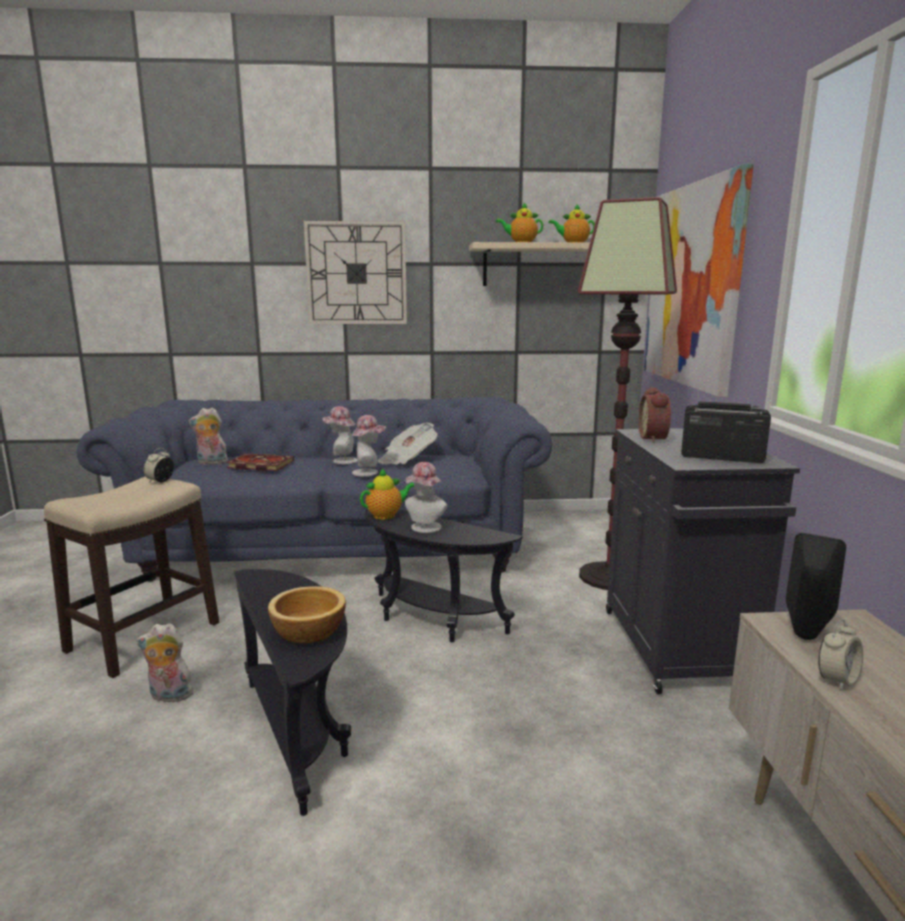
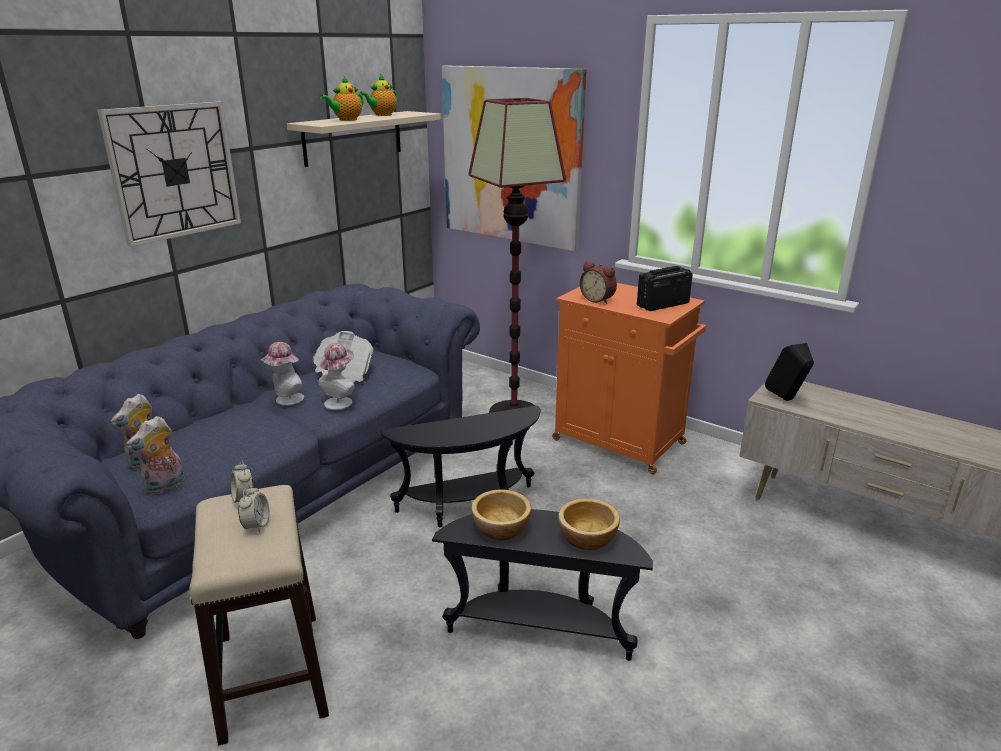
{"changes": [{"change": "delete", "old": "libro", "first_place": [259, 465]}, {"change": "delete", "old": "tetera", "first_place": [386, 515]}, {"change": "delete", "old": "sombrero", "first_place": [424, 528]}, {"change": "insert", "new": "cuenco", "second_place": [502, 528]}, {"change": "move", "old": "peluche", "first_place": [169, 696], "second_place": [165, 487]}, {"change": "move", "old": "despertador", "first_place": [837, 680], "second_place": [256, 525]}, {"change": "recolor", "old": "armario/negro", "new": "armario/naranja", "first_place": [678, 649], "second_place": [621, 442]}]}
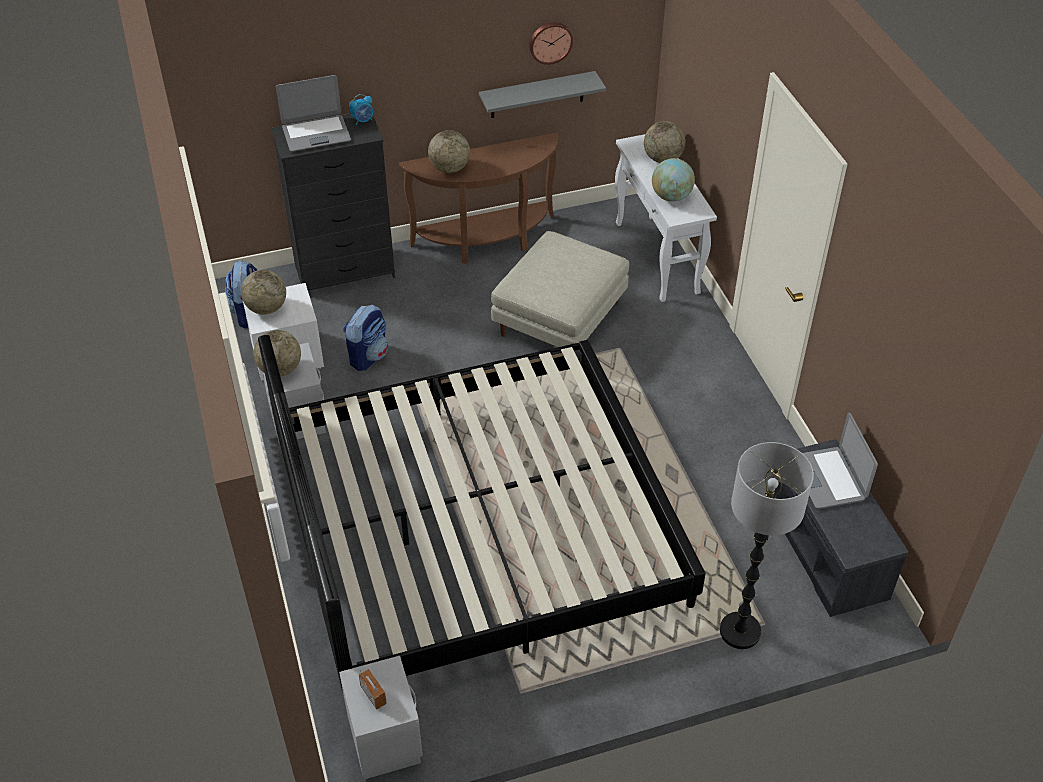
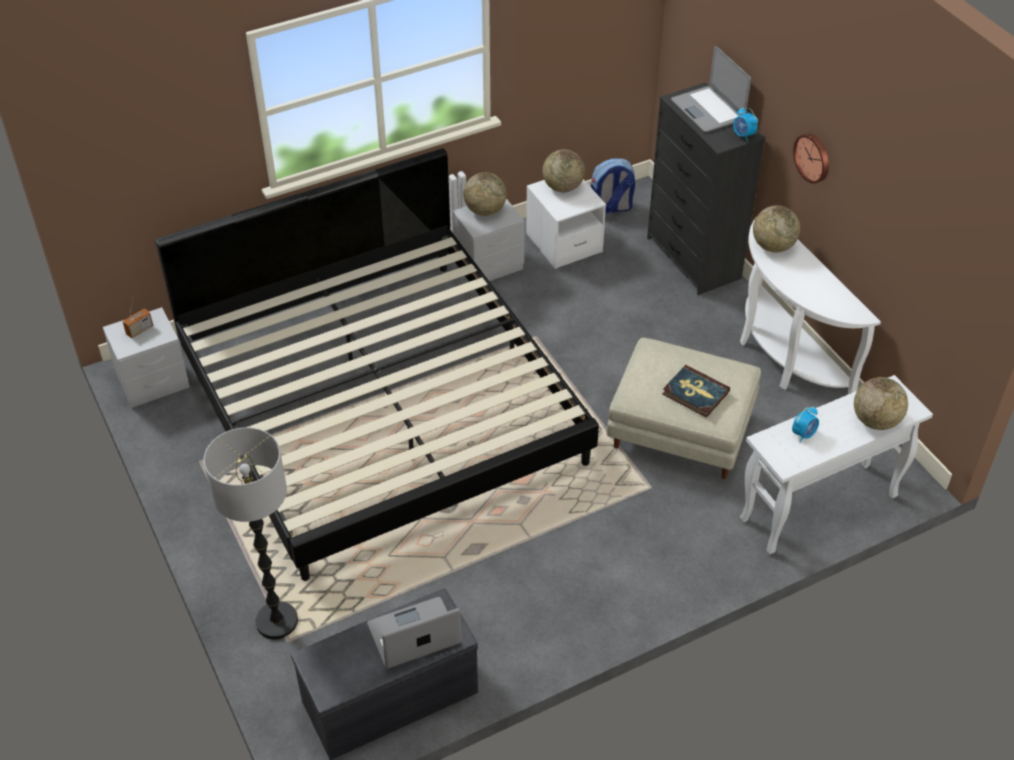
{"changes": [{"change": "delete", "old": "mochila", "first_place": [368, 356]}, {"change": "delete", "old": "estante/gris", "first_place": [537, 95]}, {"change": "insert", "new": "libro", "second_place": [695, 393]}, {"change": "move", "old": "reloj de pared", "first_place": [550, 42], "second_place": [813, 157]}, {"change": "replace", "old": "globo terráqueo", "new": "despertador", "first_place": [671, 197], "second_place": [803, 434]}, {"change": "recolor", "old": "mesa consola/marrón", "new": "mesa consola/blanco", "first_place": [487, 242], "second_place": [783, 356]}]}
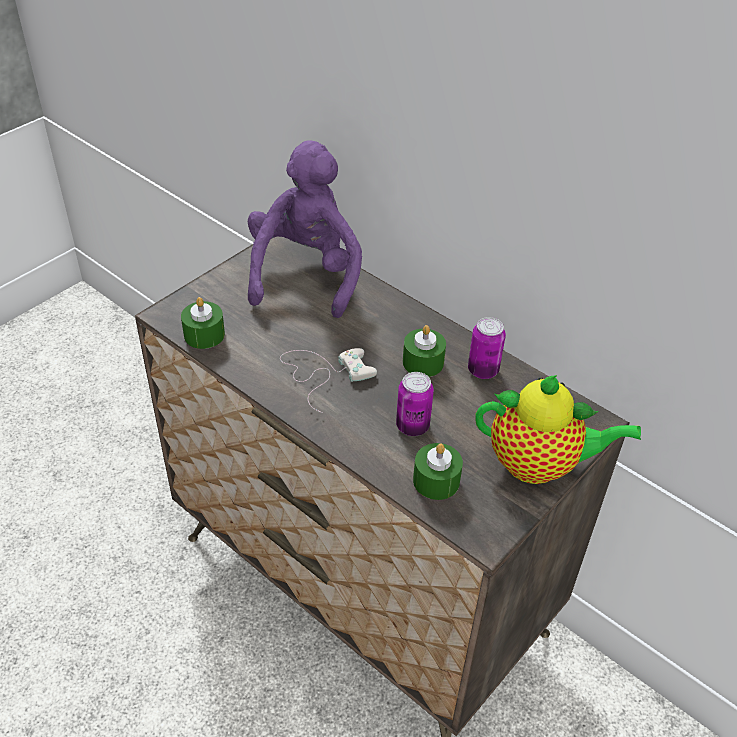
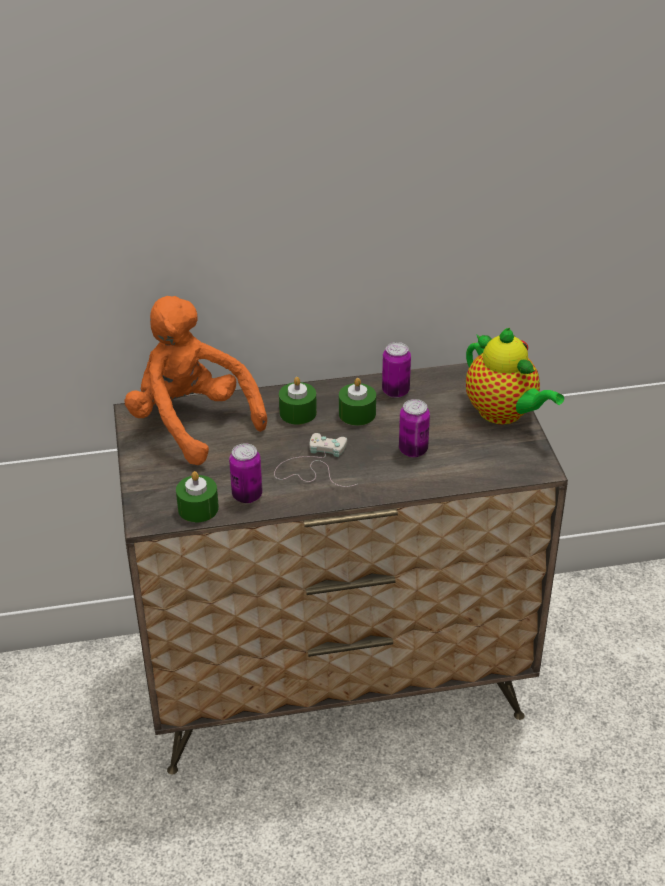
{"changes": [{"change": "insert", "new": "lata", "second_place": [247, 495]}, {"change": "move", "old": "vela/verde", "first_place": [436, 481], "second_place": [298, 412]}, {"change": "recolor", "old": "peluche/morado", "new": "peluche/naranja", "first_place": [305, 274], "second_place": [191, 422]}, {"change": "rotate", "old": "tetera", "first_place": [539, 465], "second_place": [504, 414], "degrees": 90}]}
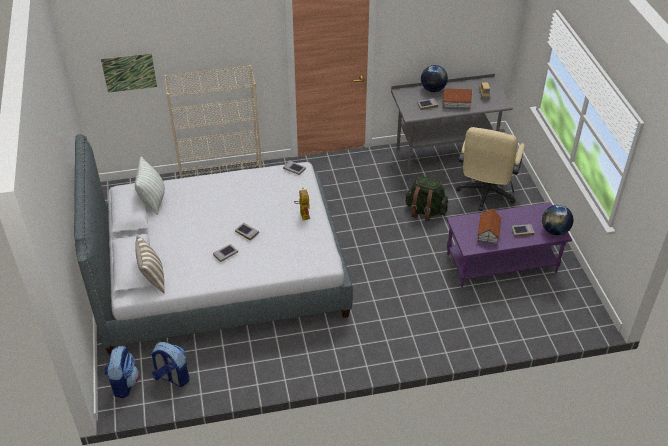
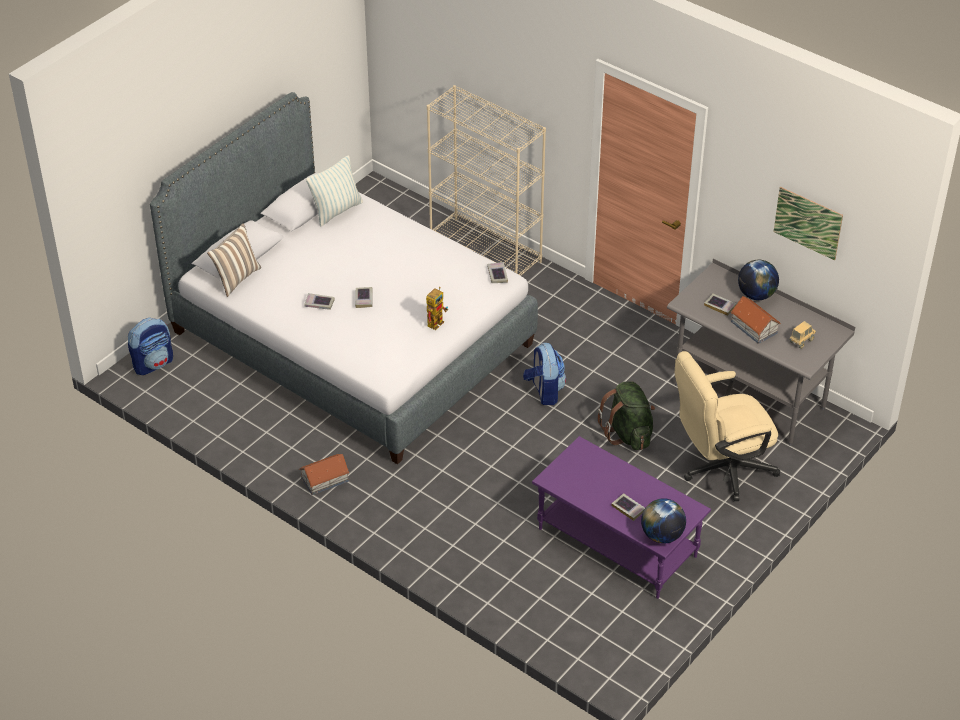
{"changes": [{"change": "move", "old": "cuadro", "first_place": [129, 72], "second_place": [808, 223]}, {"change": "move", "old": "mochila", "first_place": [172, 377], "second_place": [544, 391]}, {"change": "move", "old": "casita", "first_place": [488, 232], "second_place": [325, 479]}]}
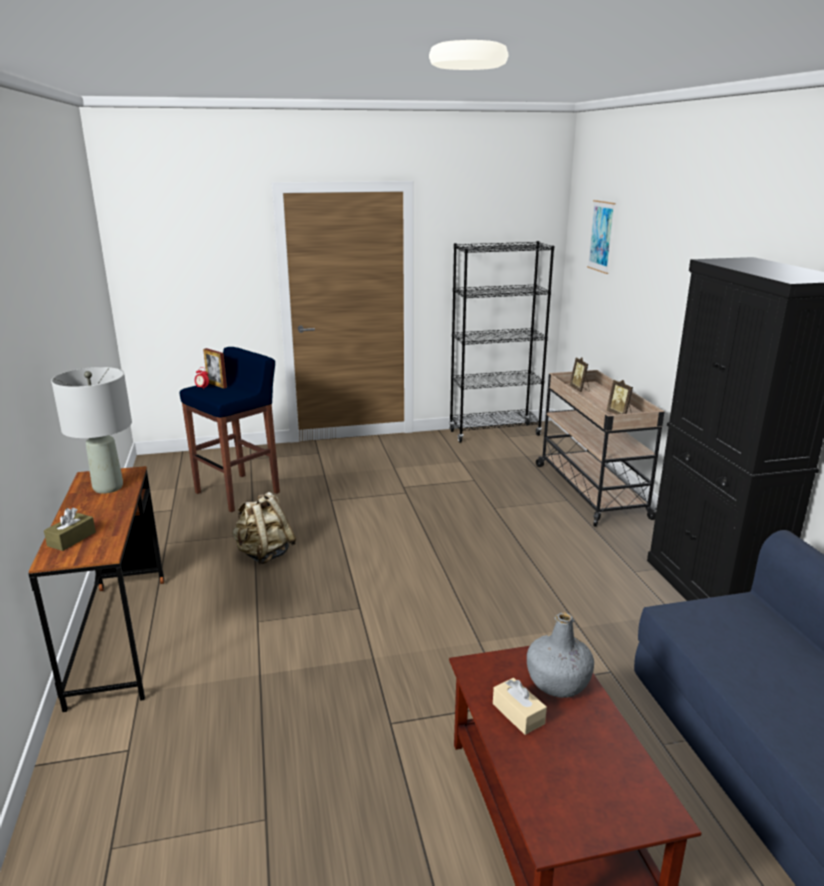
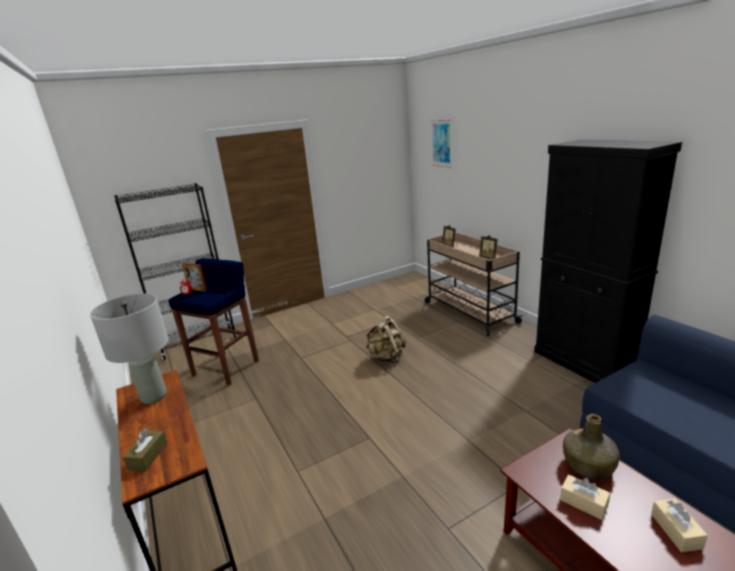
{"changes": [{"change": "insert", "new": "caja de pañuelos/beis", "second_place": [676, 531]}, {"change": "move", "old": "mochila/beis", "first_place": [264, 554], "second_place": [386, 358]}, {"change": "move", "old": "estantería/negro", "first_place": [494, 433], "second_place": [199, 343]}, {"change": "recolor", "old": "botella/gris", "new": "botella/verde", "first_place": [558, 681], "second_place": [588, 465]}]}
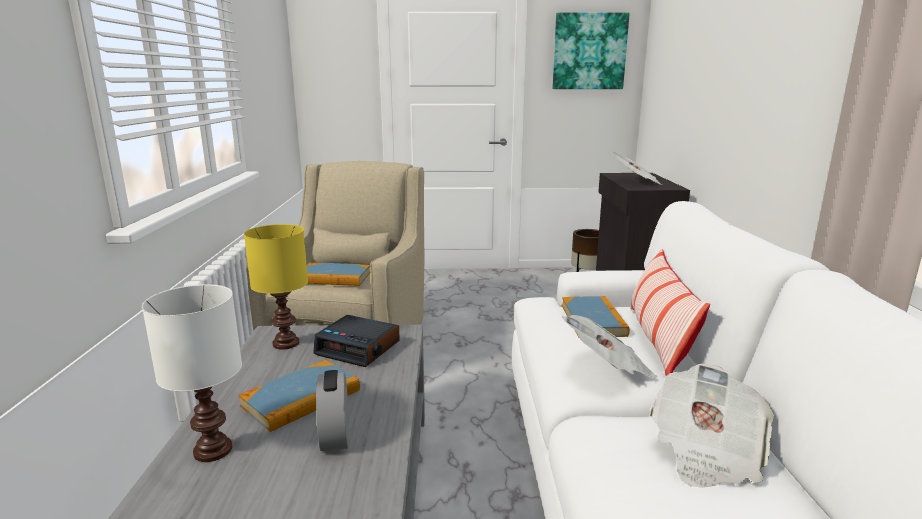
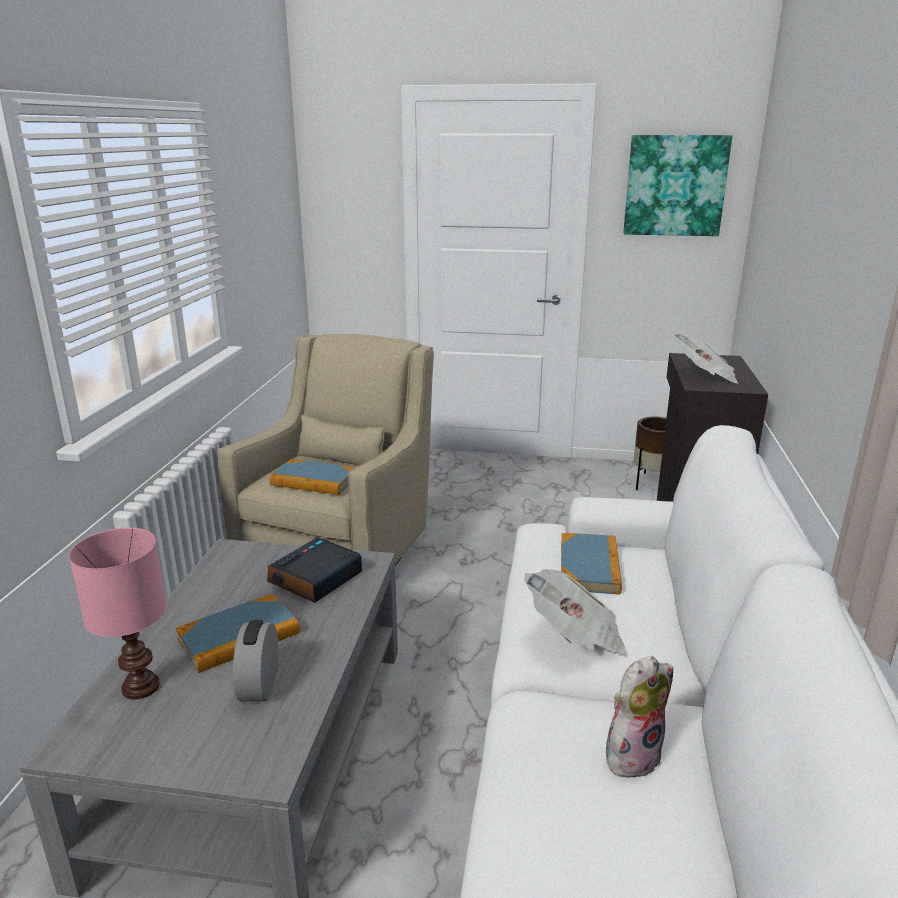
{"changes": [{"change": "delete", "old": "lámpara de mesa/amarillo", "first_place": [285, 344]}, {"change": "delete", "old": "cojín", "first_place": [658, 339]}, {"change": "replace", "old": "periódico", "new": "peluche", "first_place": [705, 452], "second_place": [632, 755]}, {"change": "recolor", "old": "lámpara de mesa/blanco", "new": "lámpara de mesa/rosa", "first_place": [211, 450], "second_place": [140, 686]}, {"change": "rotate", "old": "despertador", "first_place": [359, 348], "second_place": [315, 579], "degrees": 90}]}
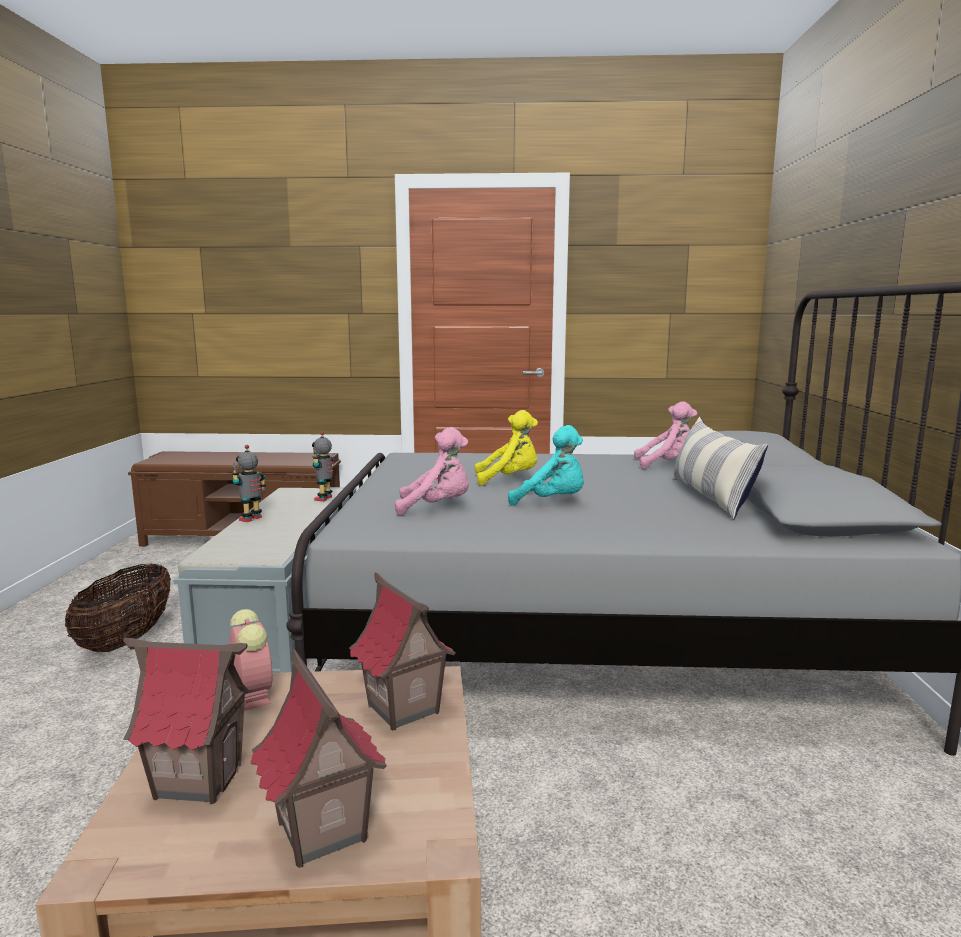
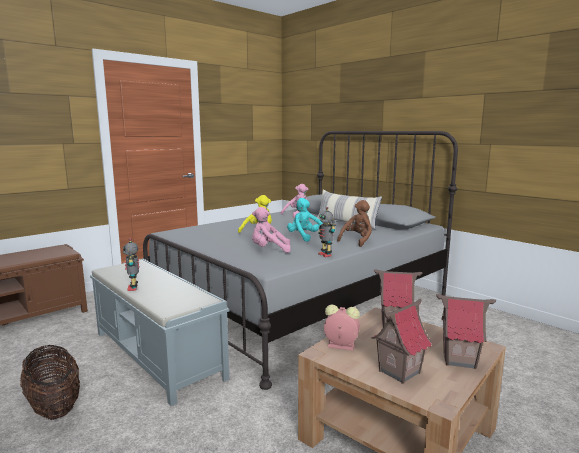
{"changes": [{"change": "insert", "new": "peluche/marrón", "second_place": [357, 241]}, {"change": "move", "old": "robot de juguete", "first_place": [324, 499], "second_place": [325, 255]}, {"change": "rotate", "old": "peluche/rosa", "first_place": [437, 507], "second_place": [269, 250], "degrees": -135}, {"change": "rotate", "old": "peluche/turquesa", "first_place": [552, 503], "second_place": [305, 237], "degrees": -105}]}
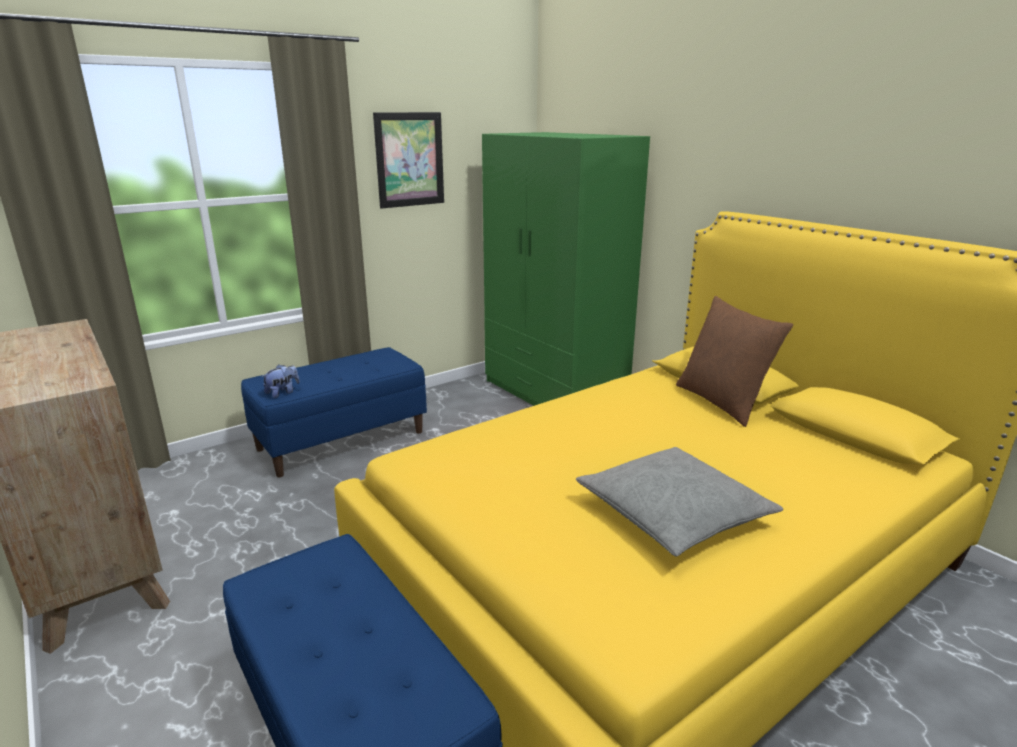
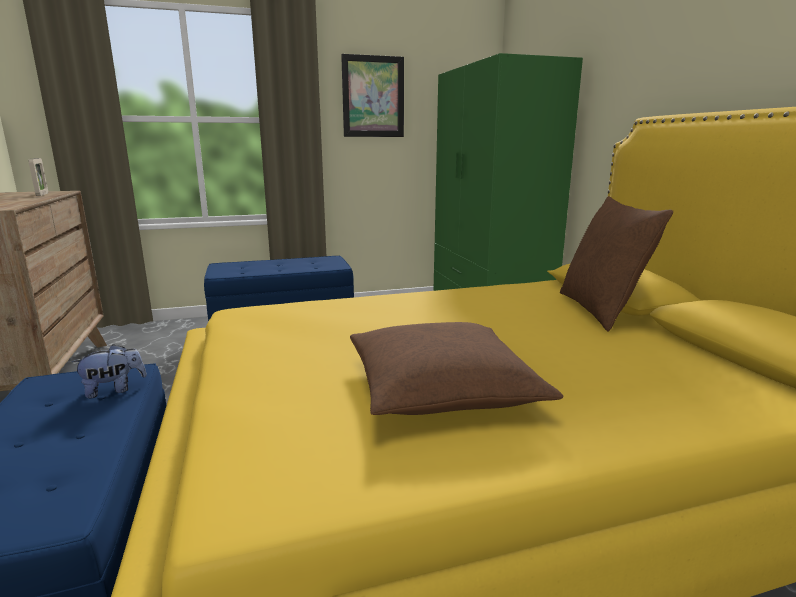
{"changes": [{"change": "insert", "new": "portarretratos", "second_place": [42, 194]}, {"change": "move", "old": "peluche", "first_place": [282, 393], "second_place": [114, 390]}, {"change": "recolor", "old": "cojín/gris", "new": "cojín/marrón", "first_place": [673, 513], "second_place": [441, 387]}]}
